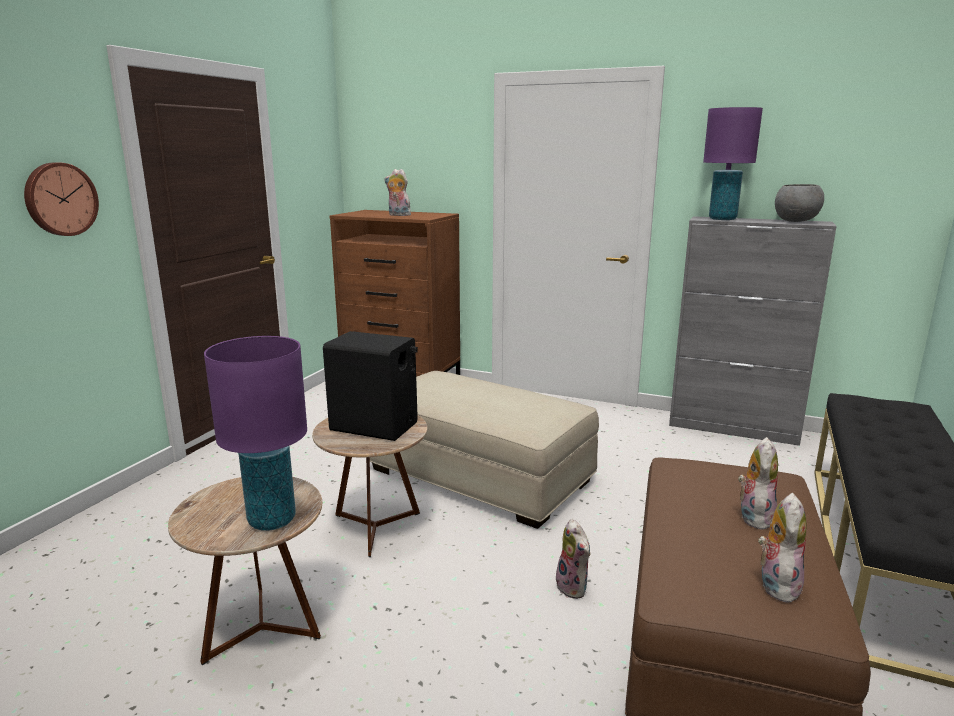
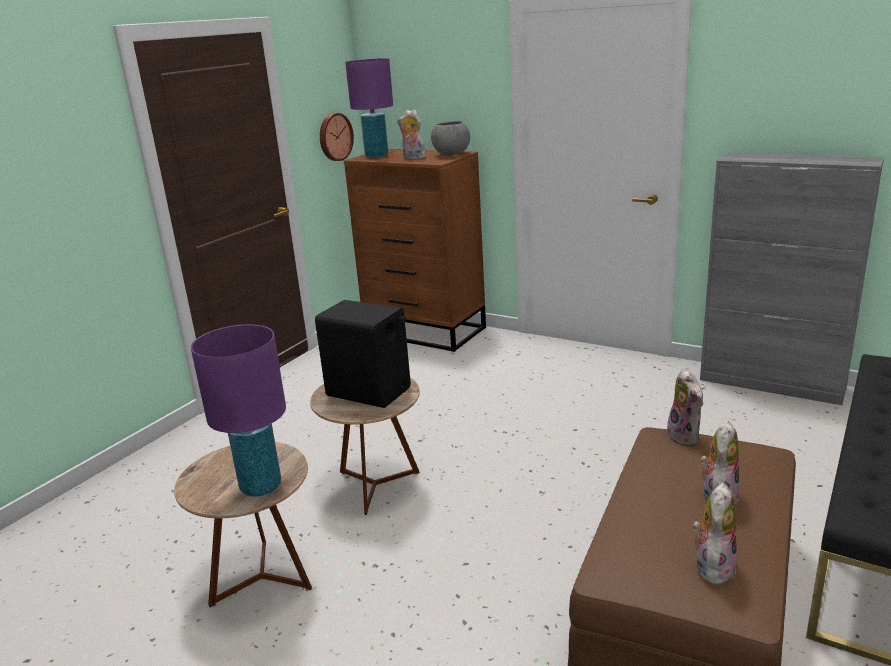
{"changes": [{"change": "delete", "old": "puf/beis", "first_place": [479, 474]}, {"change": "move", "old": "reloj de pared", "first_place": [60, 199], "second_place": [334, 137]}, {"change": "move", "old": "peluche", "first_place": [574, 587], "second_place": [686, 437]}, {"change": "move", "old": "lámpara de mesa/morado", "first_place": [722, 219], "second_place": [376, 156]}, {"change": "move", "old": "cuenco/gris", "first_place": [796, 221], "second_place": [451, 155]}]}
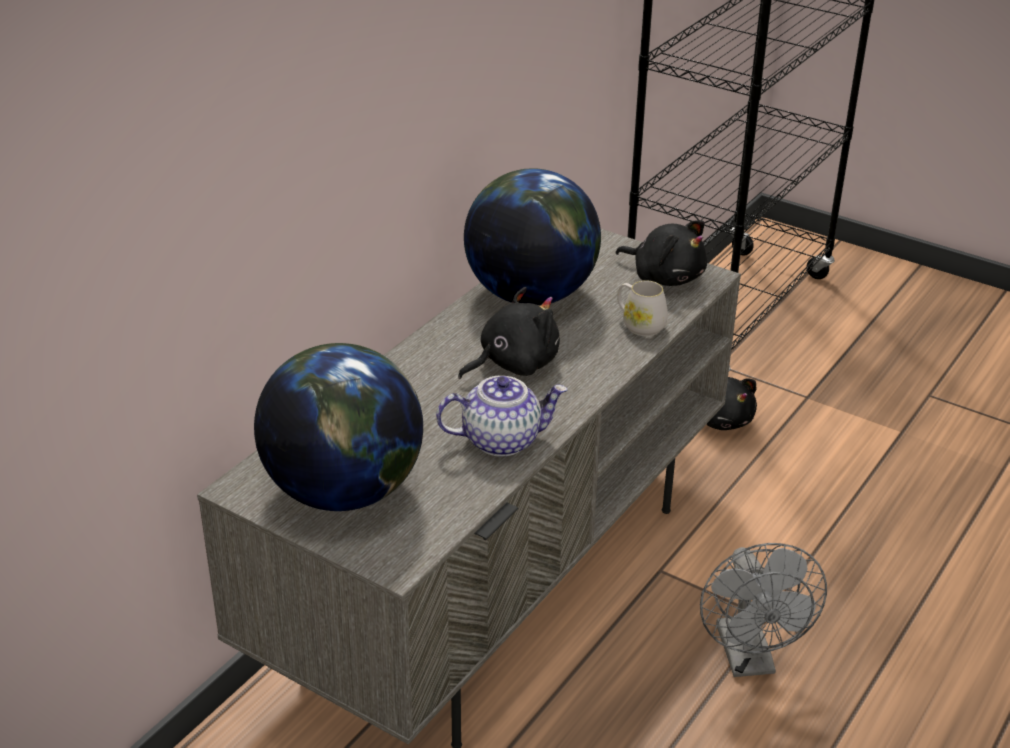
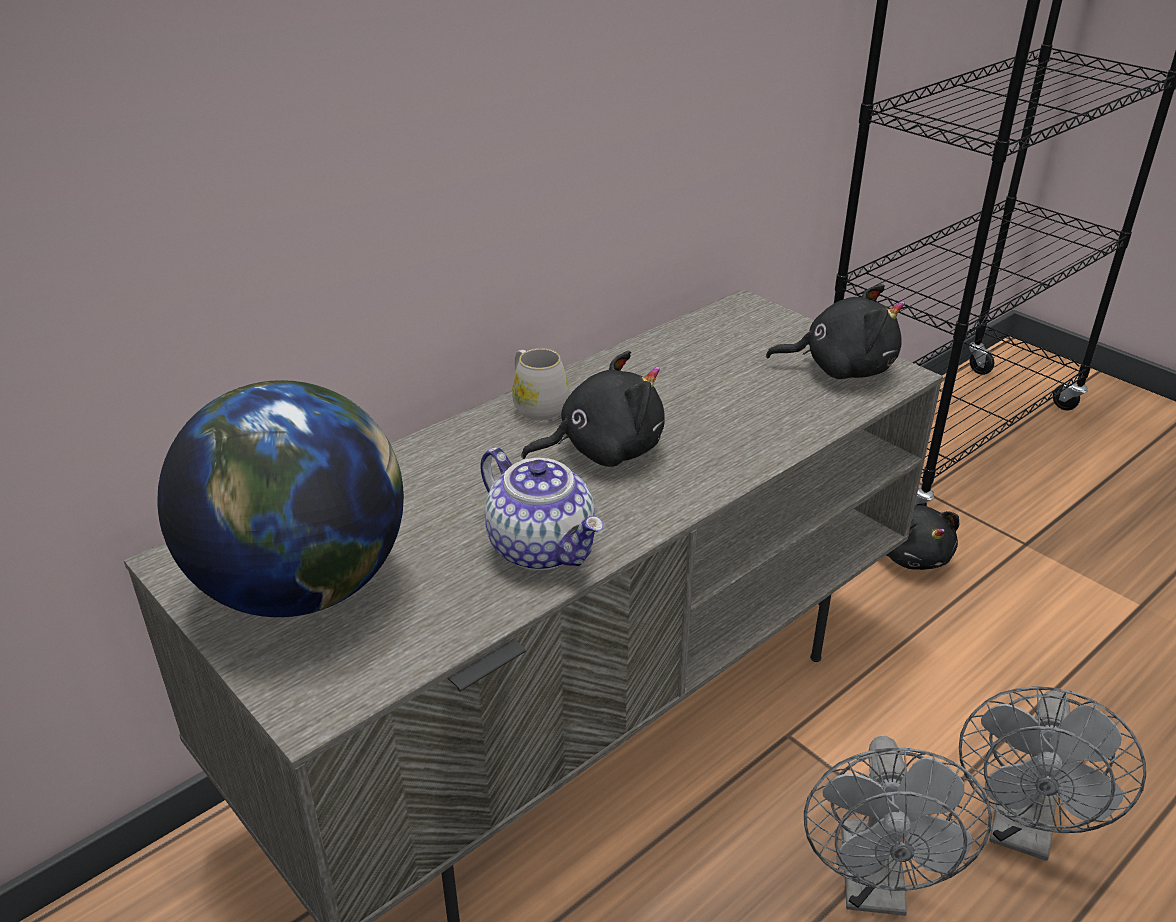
{"changes": [{"change": "delete", "old": "globo terráqueo", "first_place": [530, 295]}, {"change": "insert", "new": "ventilador/gris", "second_place": [1022, 830]}, {"change": "move", "old": "taza grande/blanco", "first_place": [639, 325], "second_place": [537, 406]}, {"change": "rotate", "old": "tetera", "first_place": [502, 439], "second_place": [543, 547], "degrees": 45}, {"change": "rotate", "old": "peluche/negro", "first_place": [665, 277], "second_place": [841, 368], "degrees": -45}]}
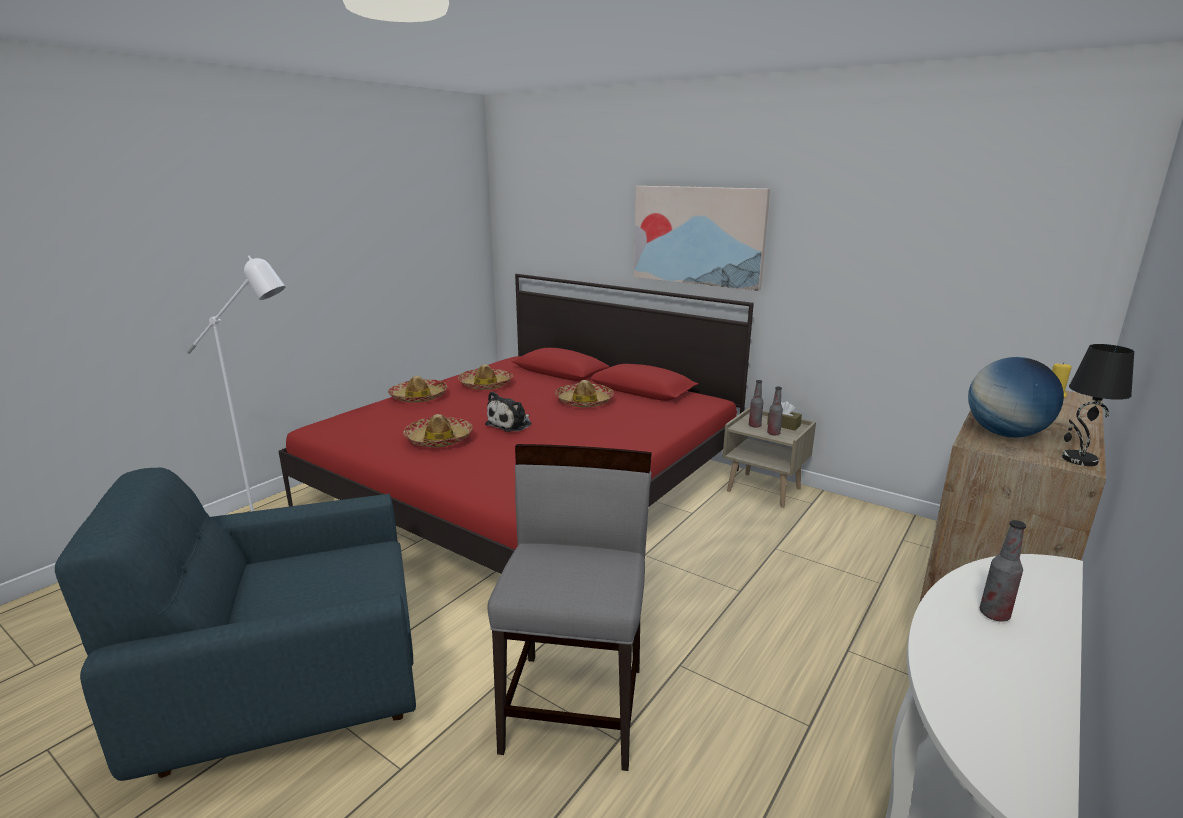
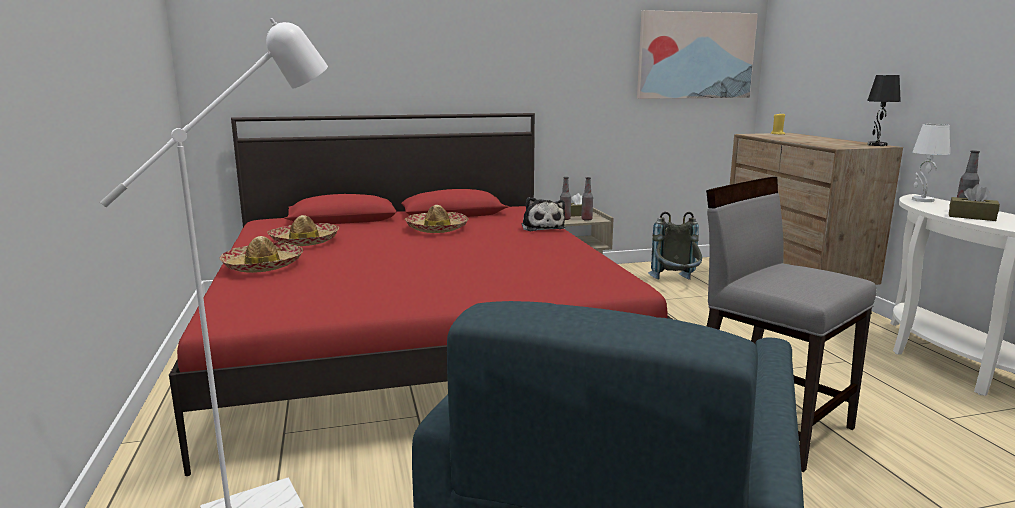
{"changes": [{"change": "delete", "old": "sombrero", "first_place": [439, 439]}, {"change": "delete", "old": "globo terráqueo", "first_place": [1005, 434]}, {"change": "insert", "new": "mochila/gris", "second_place": [676, 284]}, {"change": "insert", "new": "lámpara de mesa/blanco", "second_place": [922, 200]}, {"change": "insert", "new": "caja de pañuelos/marrón", "second_place": [971, 217]}, {"change": "move", "old": "peluche", "first_place": [511, 424], "second_place": [542, 227]}, {"change": "move", "old": "cuadro", "first_place": [698, 236], "second_place": [695, 55]}]}
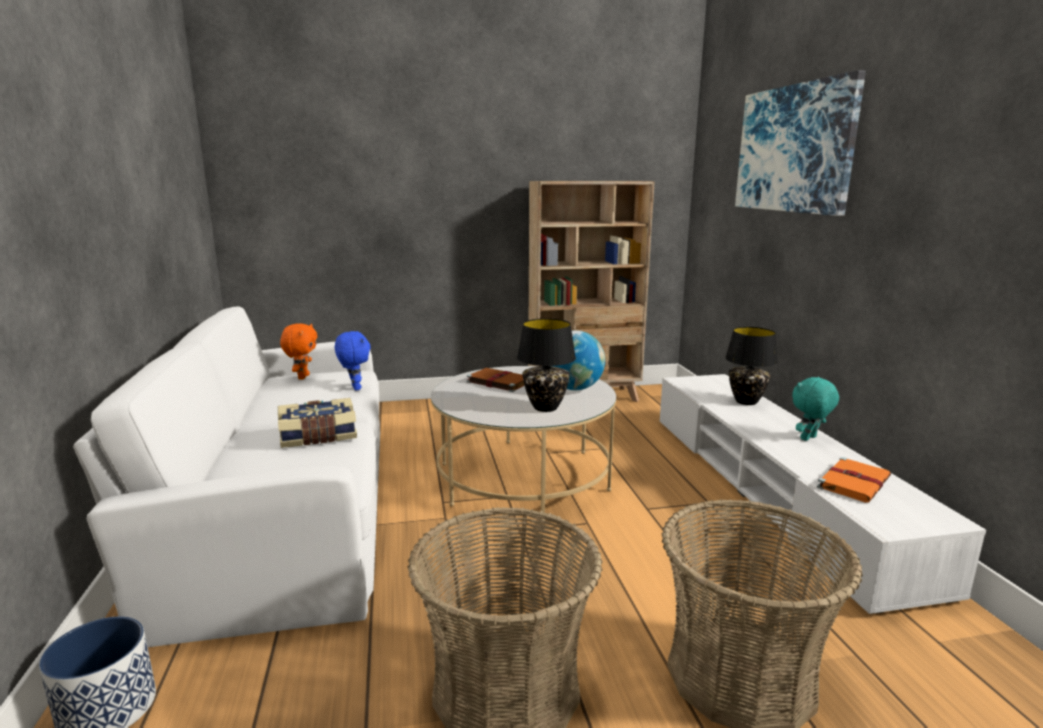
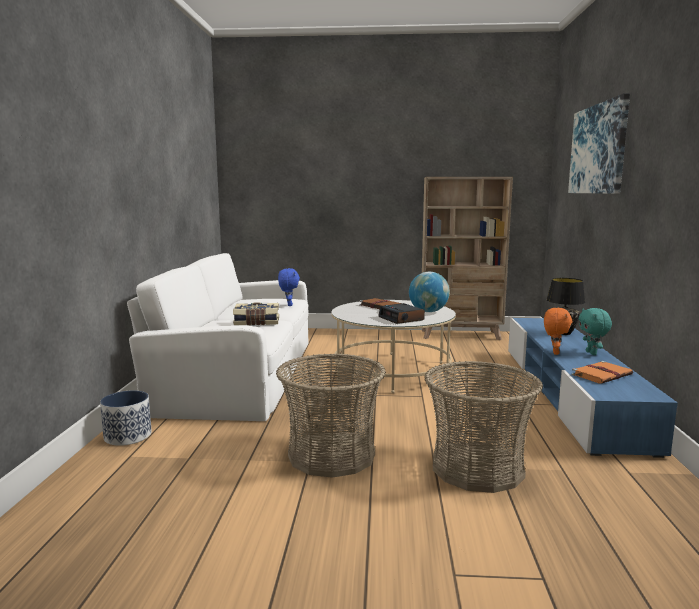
{"changes": [{"change": "move", "old": "peluche/naranja", "first_place": [302, 377], "second_place": [554, 352]}, {"change": "replace", "old": "lámpara de mesa/negro", "new": "despertador", "first_place": [546, 407], "second_place": [401, 318]}, {"change": "recolor", "old": "mueble de televisión/blanco", "new": "mueble de televisión/azul", "first_place": [773, 491], "second_place": [569, 393]}, {"change": "rotate", "old": "peluche/turquesa", "first_place": [809, 439], "second_place": [592, 353], "degrees": -75}]}
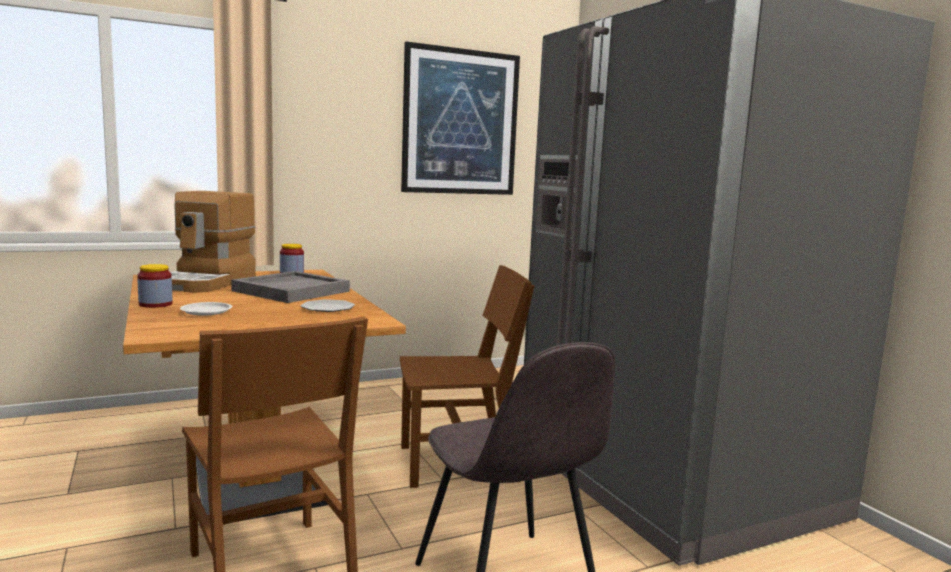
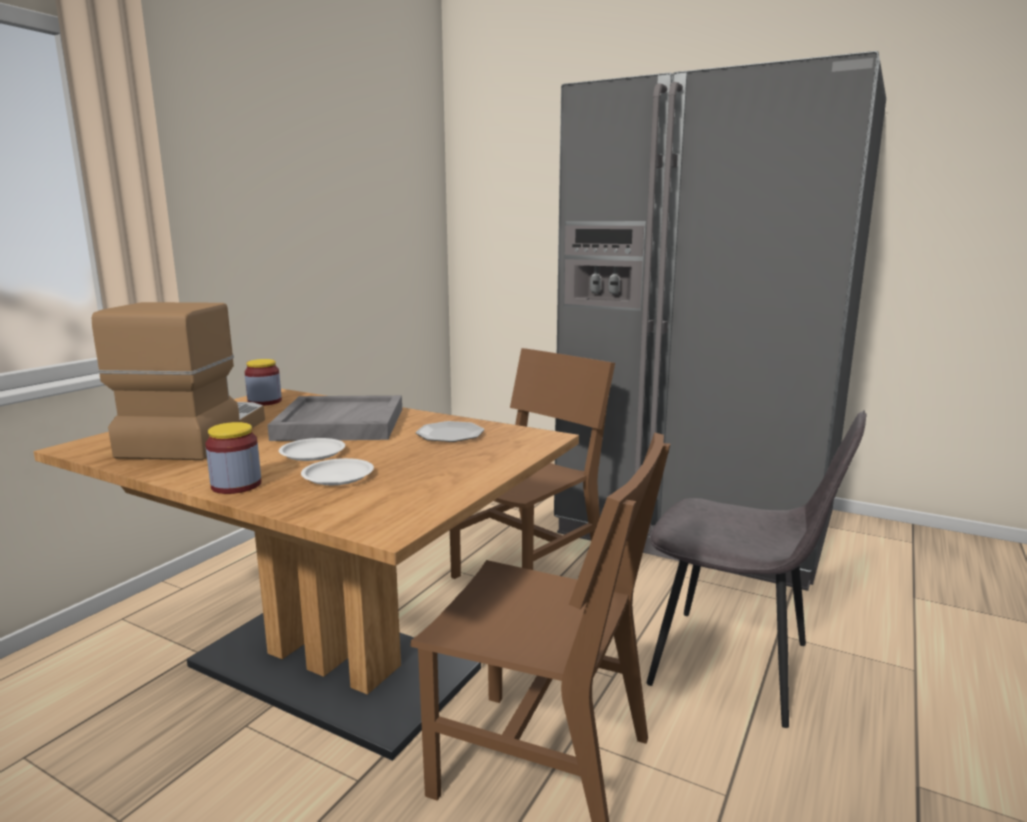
{"changes": [{"change": "delete", "old": "cuadro", "first_place": [460, 122]}, {"change": "insert", "new": "plato/blanco", "second_place": [313, 453]}, {"change": "rotate", "old": "cafetera", "first_place": [208, 282], "second_place": [195, 436], "degrees": -150}]}
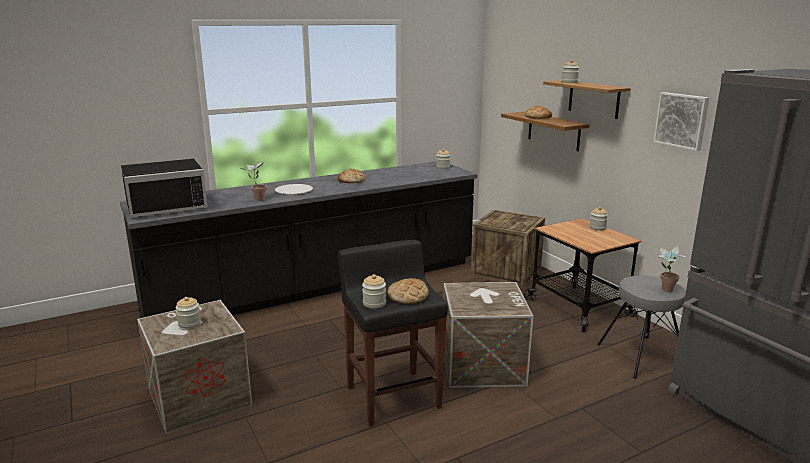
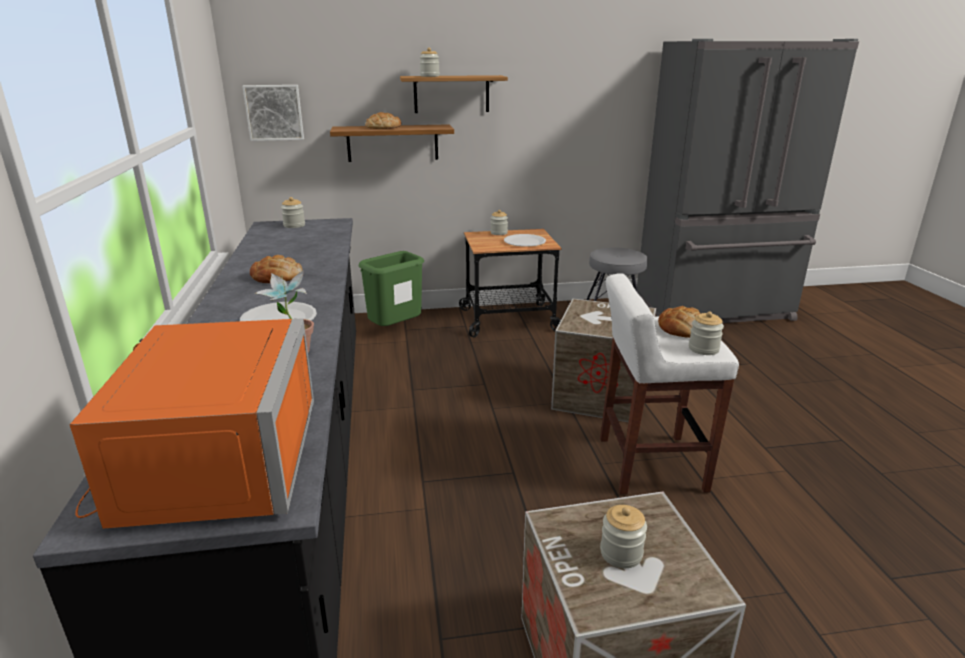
{"changes": [{"change": "delete", "old": "planta en maceta", "first_place": [665, 291]}, {"change": "insert", "new": "plato/blanco", "second_place": [524, 242]}, {"change": "move", "old": "cuadro", "first_place": [682, 120], "second_place": [274, 112]}, {"change": "replace", "old": "caja de embalaje", "new": "papelera/verde", "first_place": [506, 272], "second_place": [395, 330]}, {"change": "recolor", "old": "microondas/negro", "new": "microondas/naranja", "first_place": [166, 205], "second_place": [207, 462]}, {"change": "recolor", "old": "taburete/negro", "new": "taburete/blanco", "first_place": [393, 396], "second_place": [649, 464]}]}
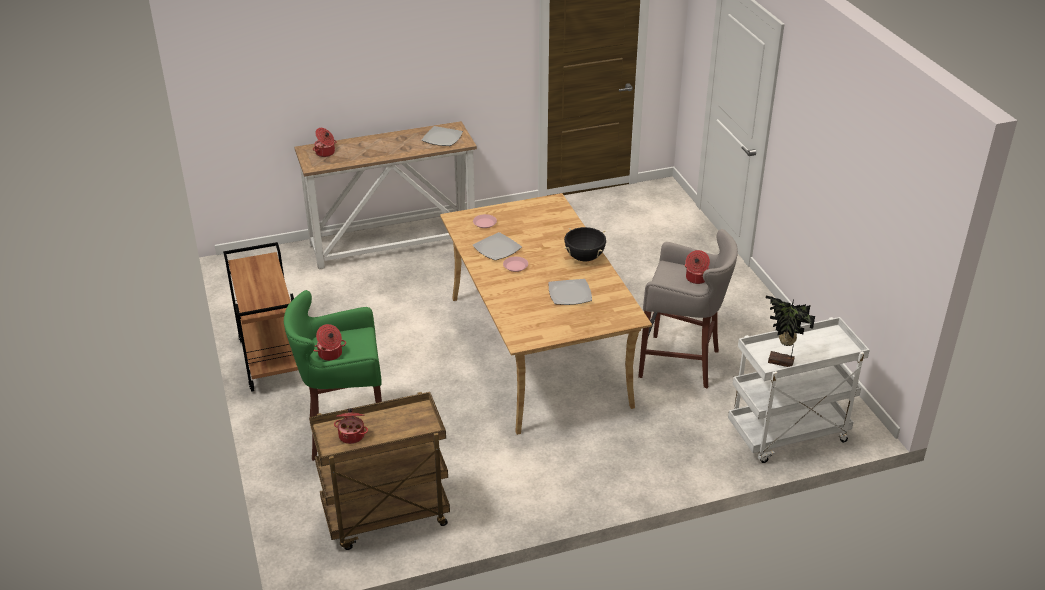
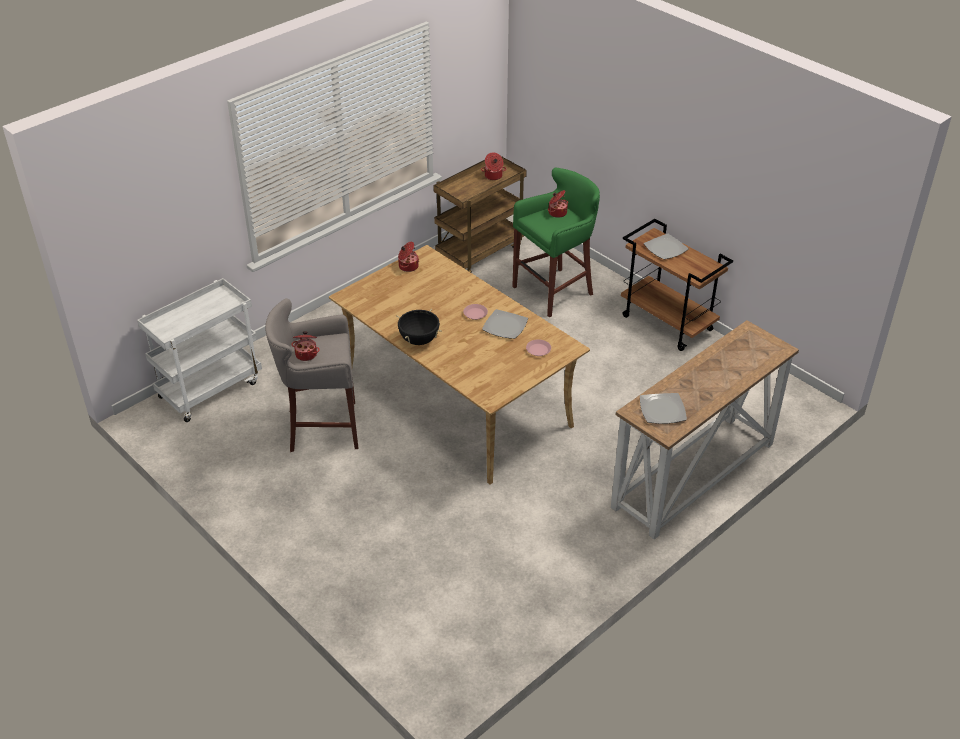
{"changes": [{"change": "delete", "old": "planta en maceta", "first_place": [781, 363]}, {"change": "move", "old": "olla", "first_place": [325, 153], "second_place": [408, 266]}, {"change": "move", "old": "plato", "first_place": [570, 293], "second_place": [665, 249]}]}
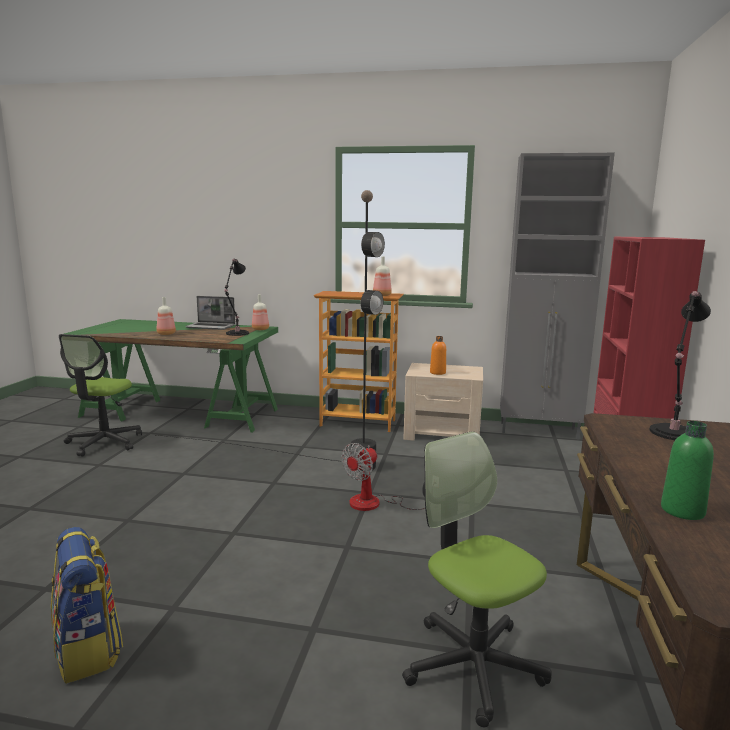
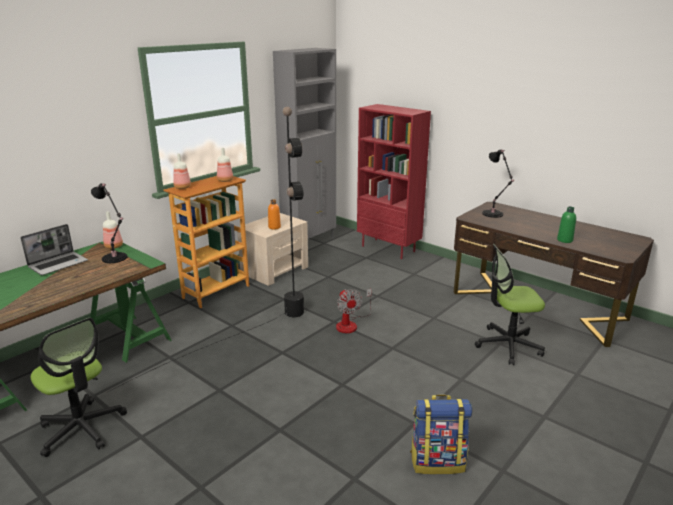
{"changes": [{"change": "move", "old": "botella", "first_place": [166, 334], "second_place": [183, 187]}]}
